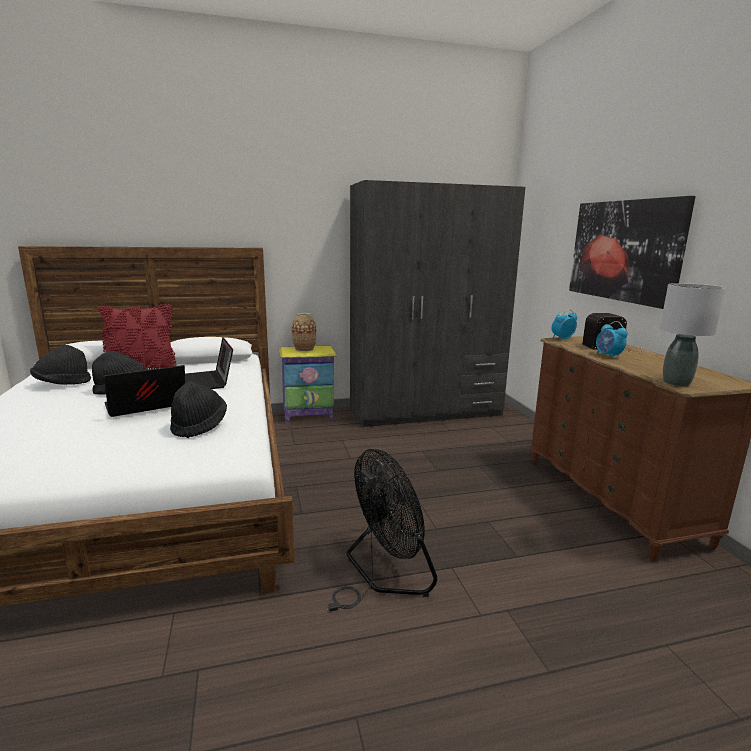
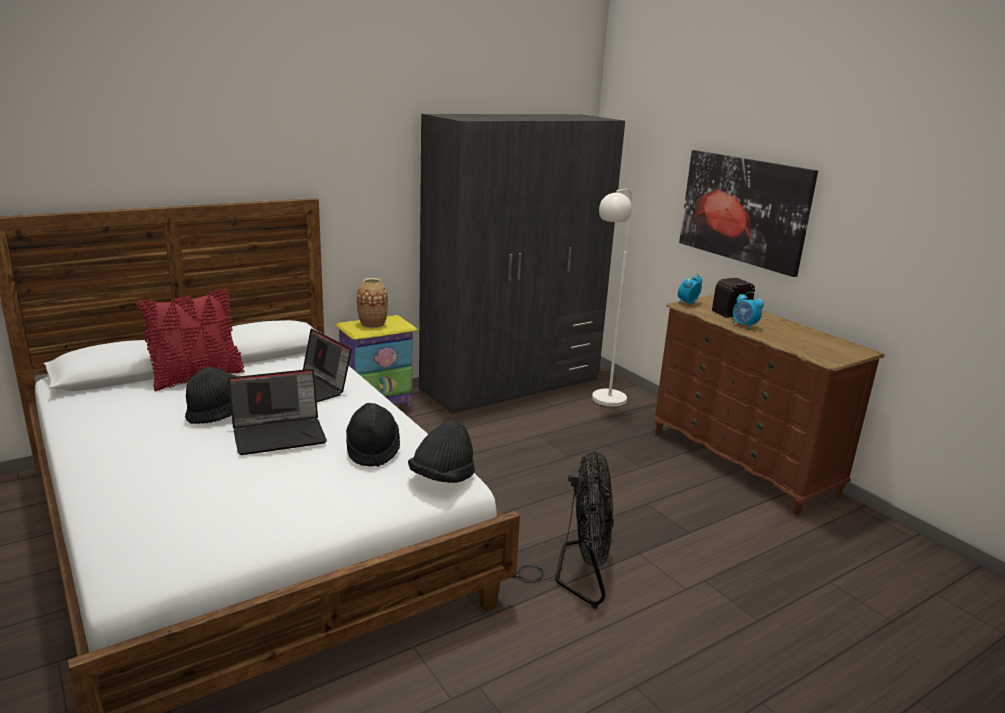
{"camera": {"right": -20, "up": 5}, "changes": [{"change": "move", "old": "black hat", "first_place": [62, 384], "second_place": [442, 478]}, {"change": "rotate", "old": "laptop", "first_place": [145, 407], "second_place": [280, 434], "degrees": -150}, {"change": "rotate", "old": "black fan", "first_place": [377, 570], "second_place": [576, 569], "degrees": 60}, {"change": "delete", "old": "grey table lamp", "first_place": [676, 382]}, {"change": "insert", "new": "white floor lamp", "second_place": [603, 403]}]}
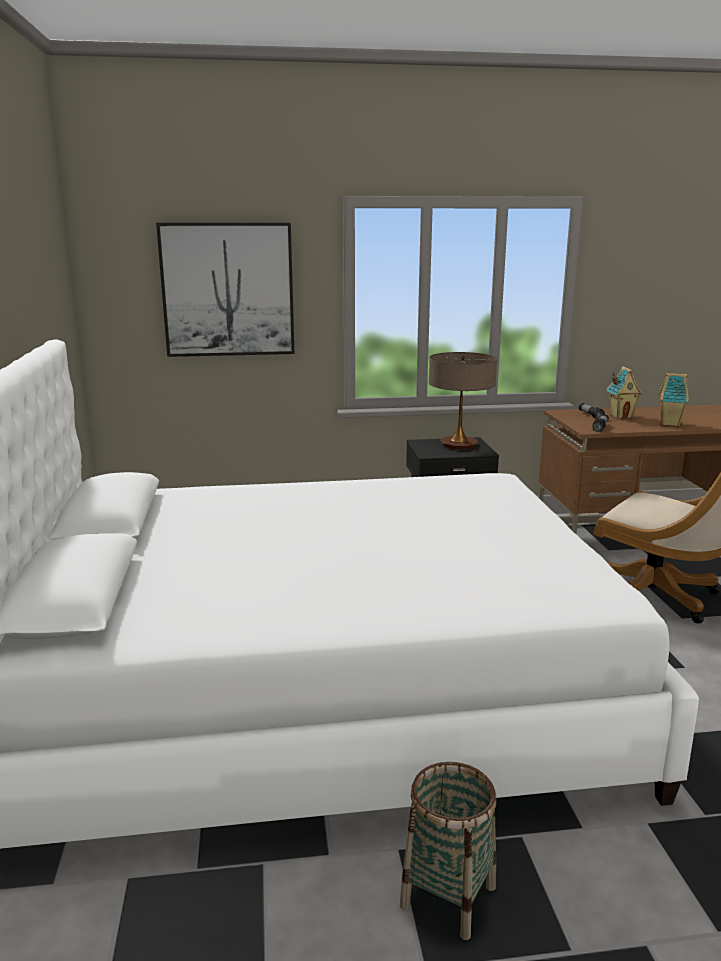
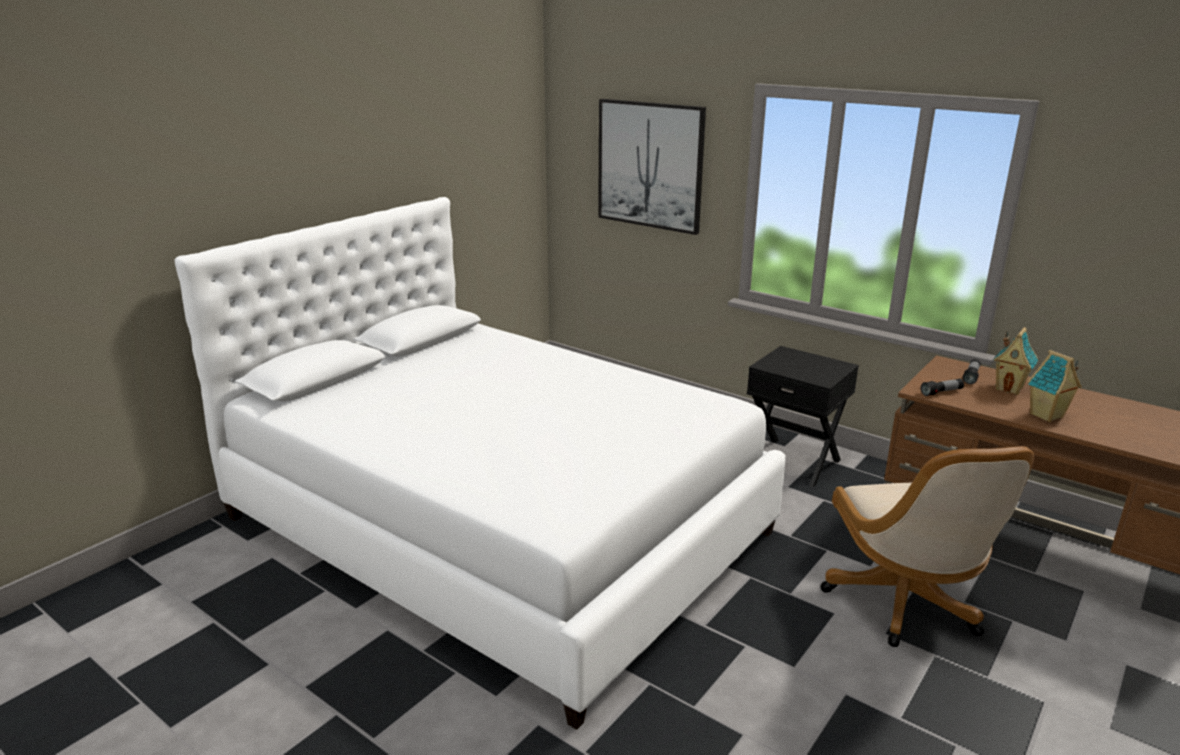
{"camera": {"right": 45, "up": 5}, "changes": [{"change": "delete", "old": "basket", "first_place": [448, 896]}, {"change": "delete", "old": "table lamp", "first_place": [459, 445]}]}
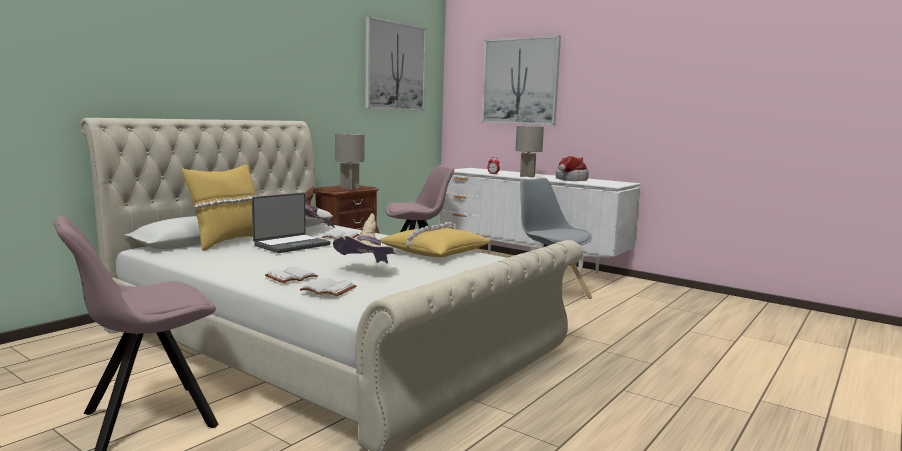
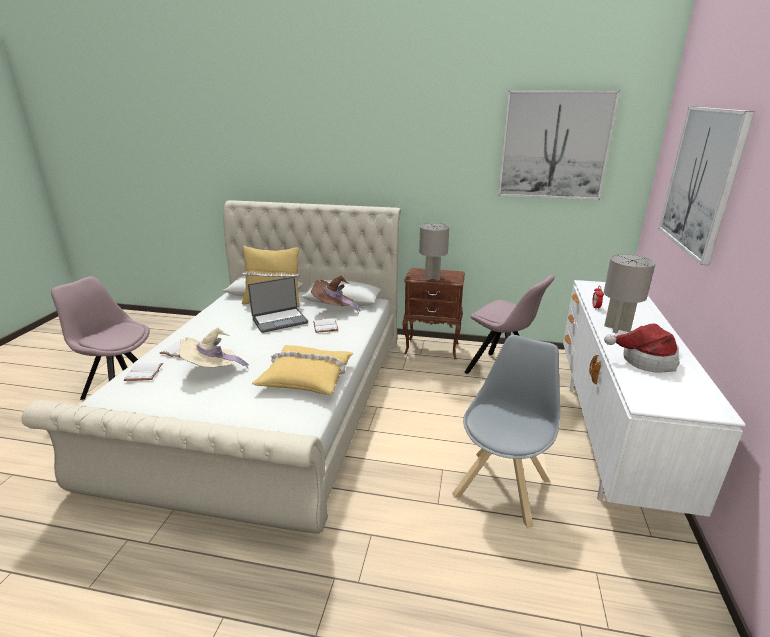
{"camera": {"right": 65, "up": 15}, "changes": [{"change": "rotate", "old": "laptop", "first_place": [291, 245], "second_place": [279, 320], "degrees": -45}]}
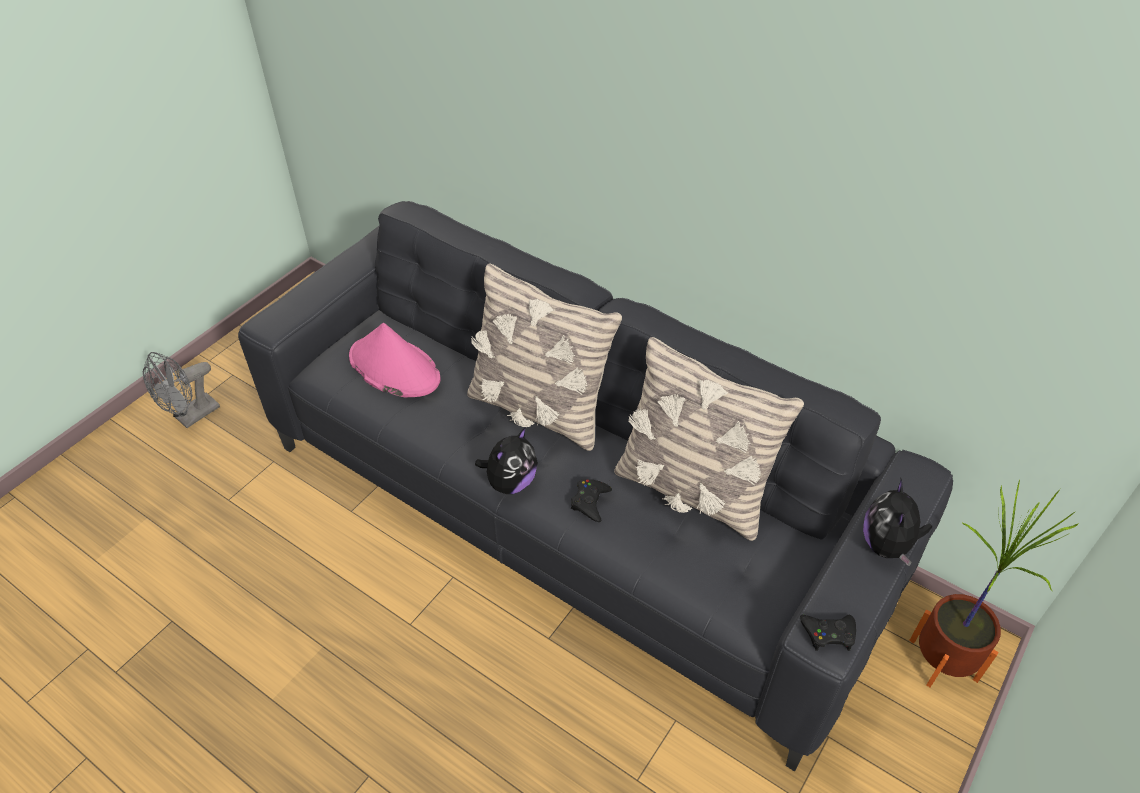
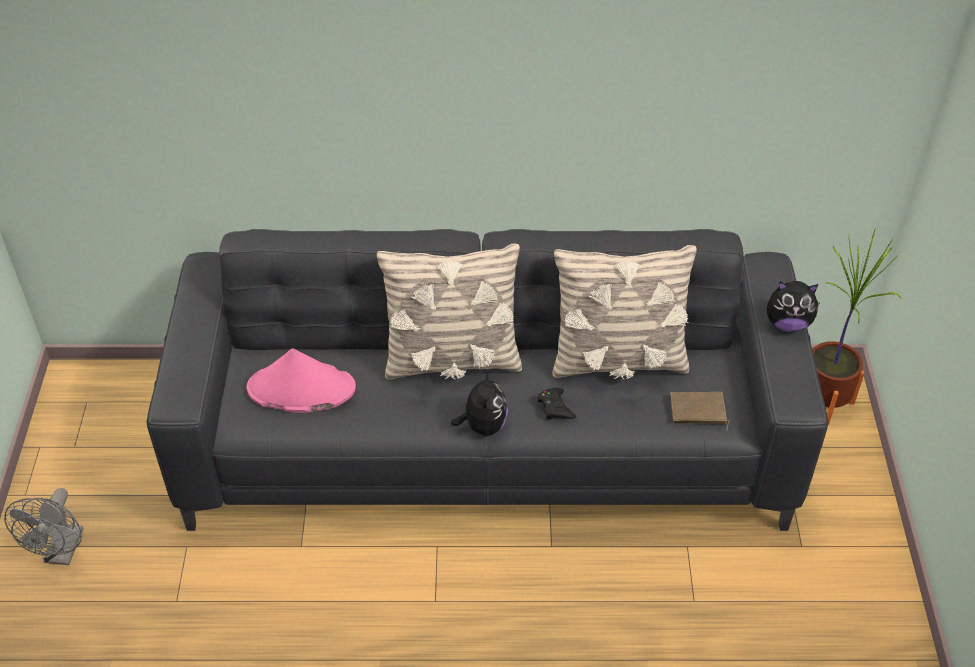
{"camera": {"right": -35, "up": 0}, "changes": [{"change": "delete", "old": "black game controller", "first_place": [828, 633]}, {"change": "rotate", "old": "plush toy", "first_place": [887, 545], "second_place": [787, 323], "degrees": -60}, {"change": "insert", "new": "brown book", "second_place": [697, 412]}]}
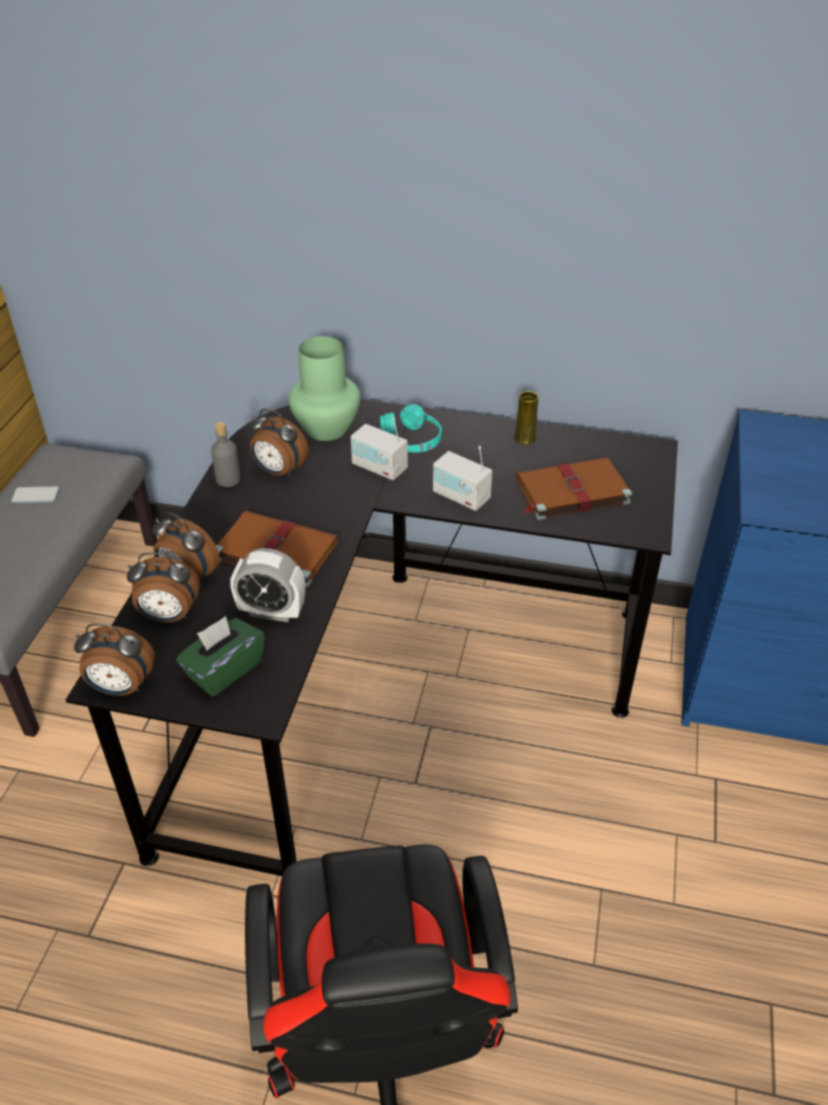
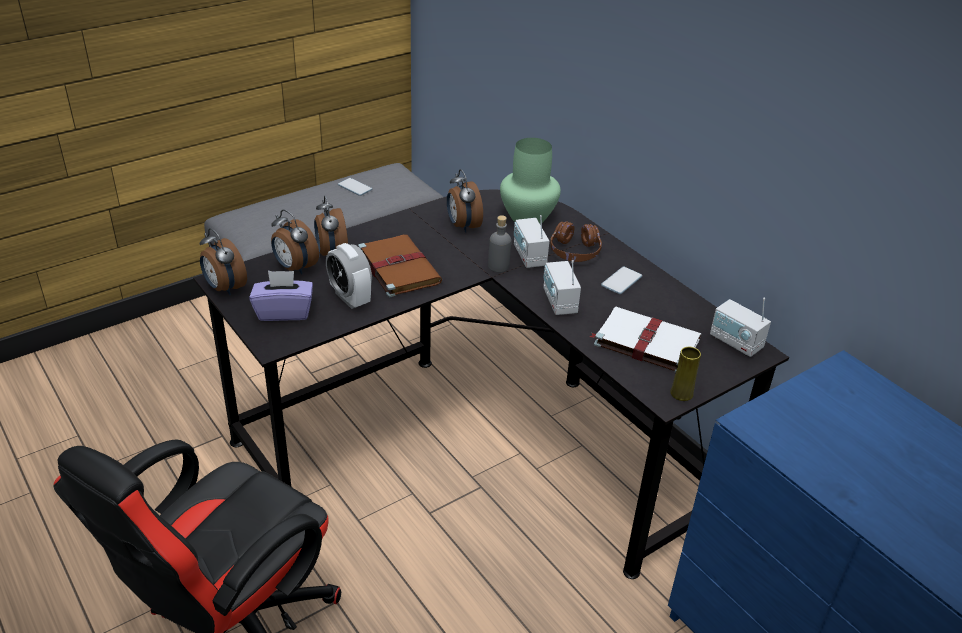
{"camera": {"right": 40, "up": -5}, "changes": [{"change": "recolor", "old": "green tissue box", "new": "purple tissue box", "first_place": [224, 670], "second_place": [284, 312]}, {"change": "move", "old": "grey bottle", "first_place": [228, 479], "second_place": [498, 266]}, {"change": "recolor", "old": "turquoise headphones", "new": "brown headphones", "first_place": [411, 440], "second_place": [574, 252]}, {"change": "move", "old": "yellow vase", "first_place": [524, 438], "second_place": [681, 393]}, {"change": "recolor", "old": "brown book", "new": "white book", "first_place": [570, 491], "second_place": [645, 342]}, {"change": "insert", "new": "phone", "second_place": [621, 281]}, {"change": "insert", "new": "radio", "second_place": [735, 343]}]}
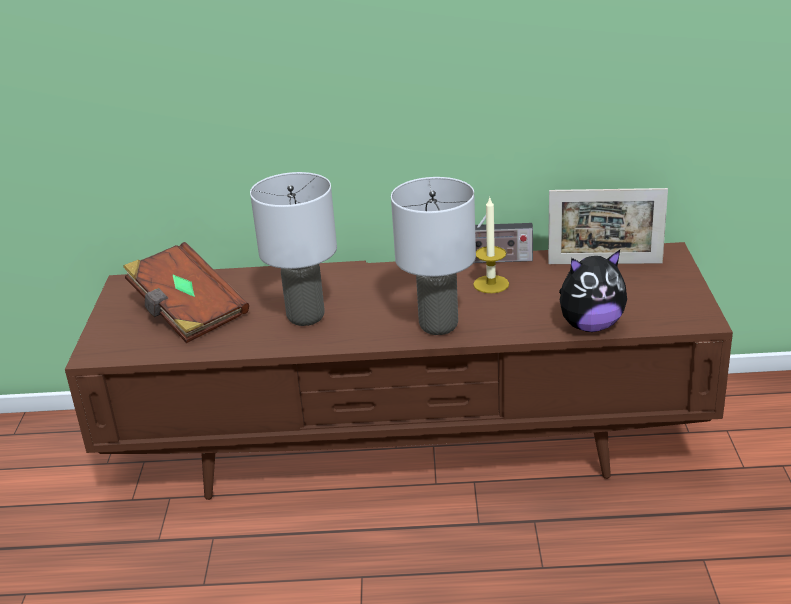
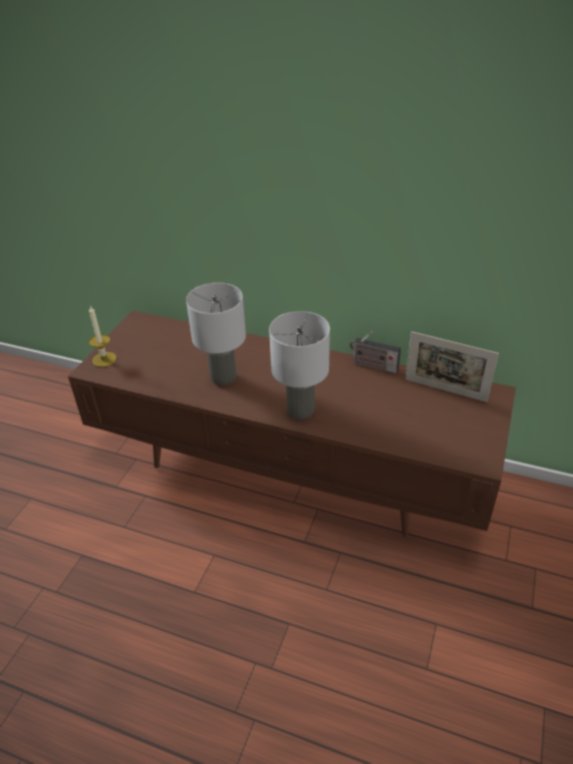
{"camera": {"right": 20, "up": 10}, "changes": [{"change": "delete", "old": "brown book", "first_place": [187, 312]}, {"change": "move", "old": "candle", "first_place": [491, 284], "second_place": [104, 359]}, {"change": "delete", "old": "plush toy", "first_place": [590, 326]}]}
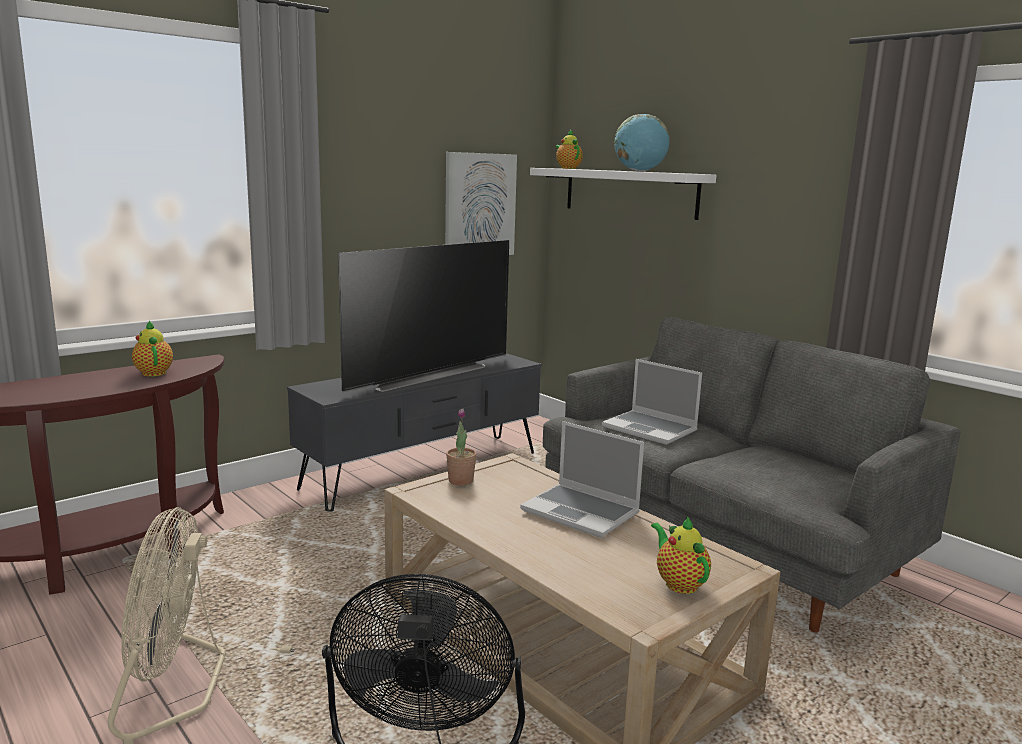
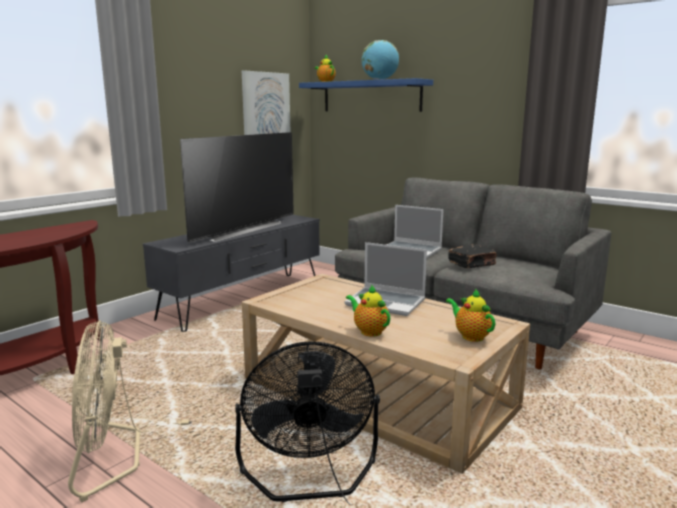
{"camera": {"right": -10, "up": 0}, "changes": [{"change": "move", "old": "teapot", "first_place": [153, 372], "second_place": [369, 331]}, {"change": "delete", "old": "potted plant", "first_place": [461, 481]}, {"change": "recolor", "old": "white shelf", "new": "blue shelf", "first_place": [629, 192], "second_place": [371, 96]}, {"change": "insert", "new": "black book", "second_place": [472, 264]}]}
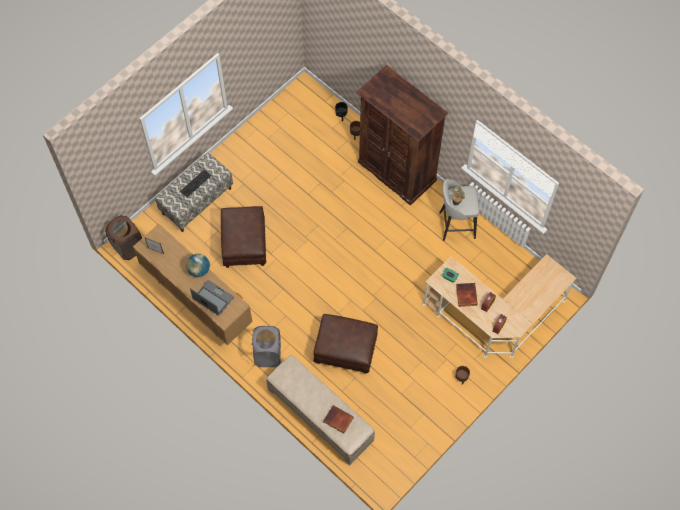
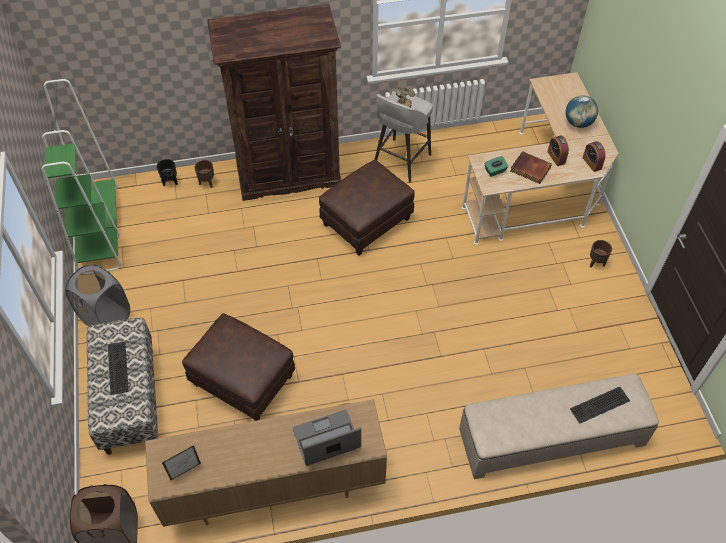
{"camera": {"right": -55, "up": -10}, "changes": [{"change": "move", "old": "globe", "first_place": [199, 270], "second_place": [578, 123]}, {"change": "move", "old": "grey laundry basket", "first_place": [268, 354], "second_place": [106, 317]}, {"change": "move", "old": "brown ottoman", "first_place": [345, 350], "second_place": [366, 222]}, {"change": "replace", "old": "book", "new": "keyboard", "first_place": [337, 420], "second_place": [600, 406]}, {"change": "insert", "new": "green clothes rack", "second_place": [100, 231]}]}
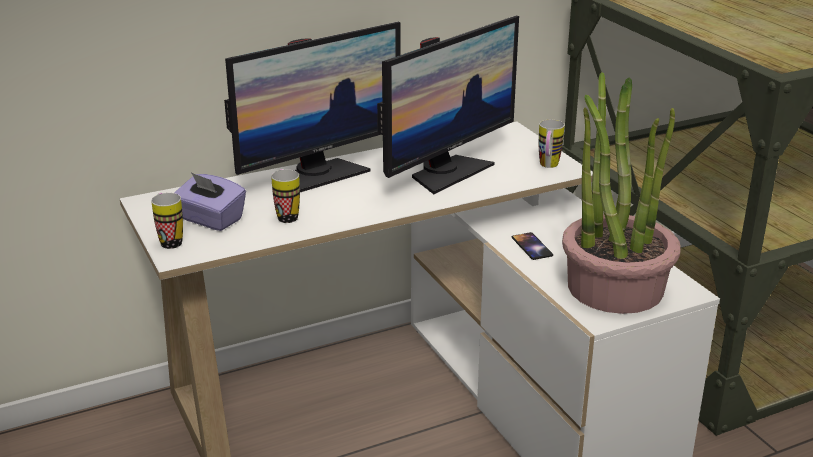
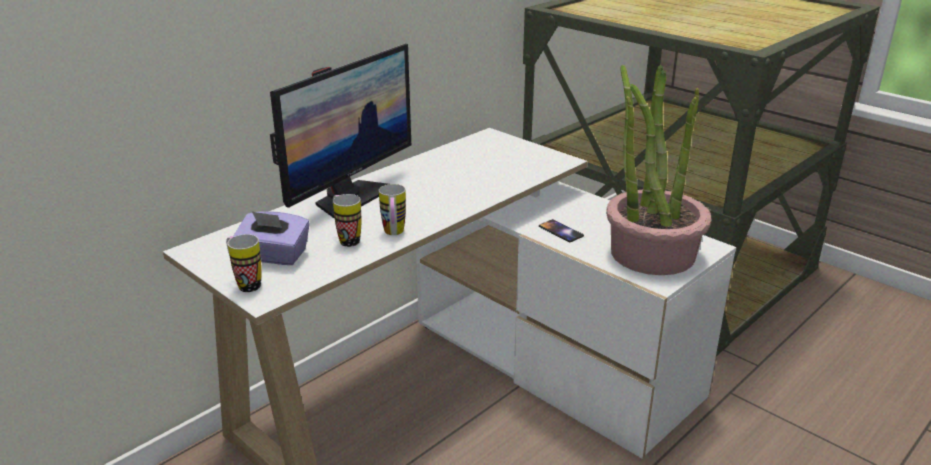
{"camera": {"right": -20, "up": 0}, "changes": [{"change": "delete", "old": "monitor", "first_place": [446, 172]}, {"change": "move", "old": "mug", "first_place": [548, 166], "second_place": [394, 234]}]}
